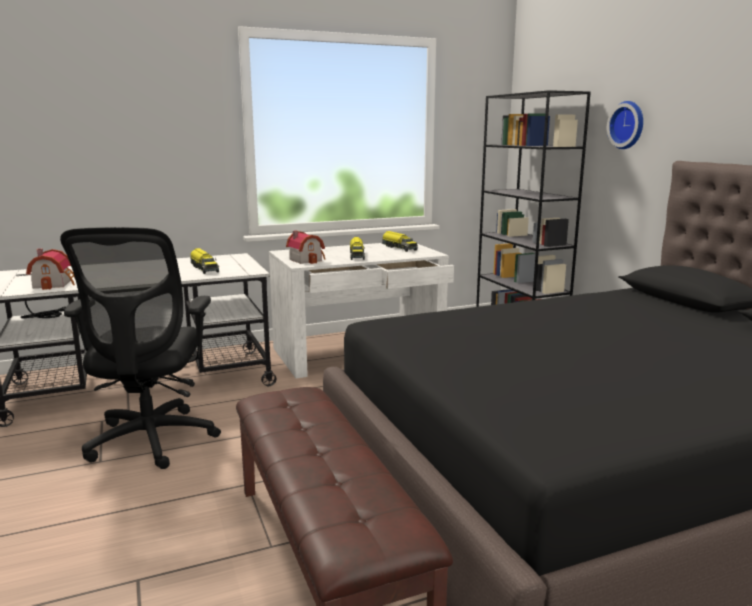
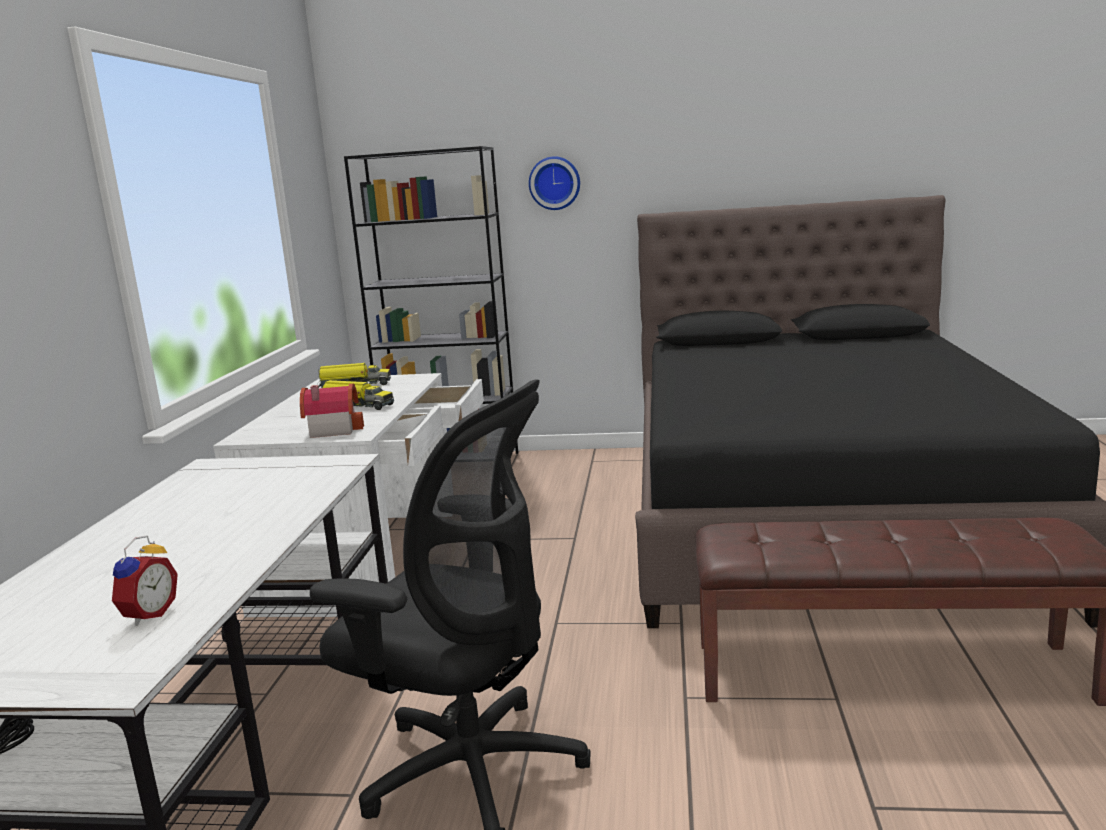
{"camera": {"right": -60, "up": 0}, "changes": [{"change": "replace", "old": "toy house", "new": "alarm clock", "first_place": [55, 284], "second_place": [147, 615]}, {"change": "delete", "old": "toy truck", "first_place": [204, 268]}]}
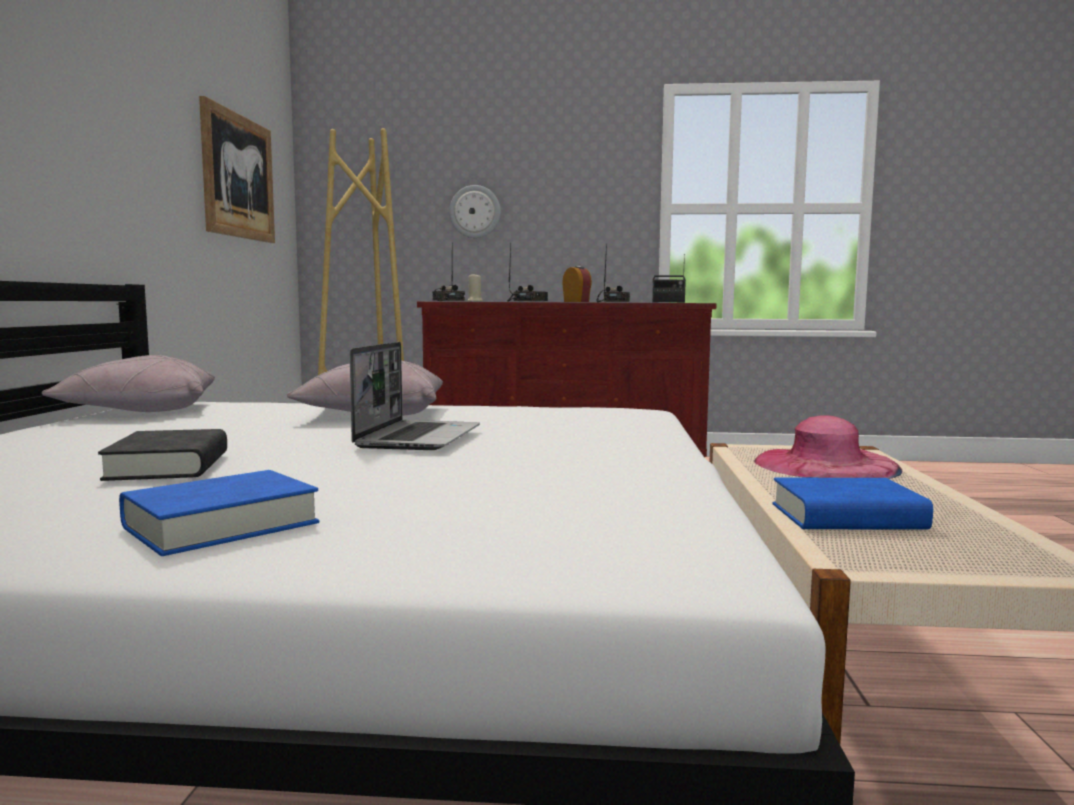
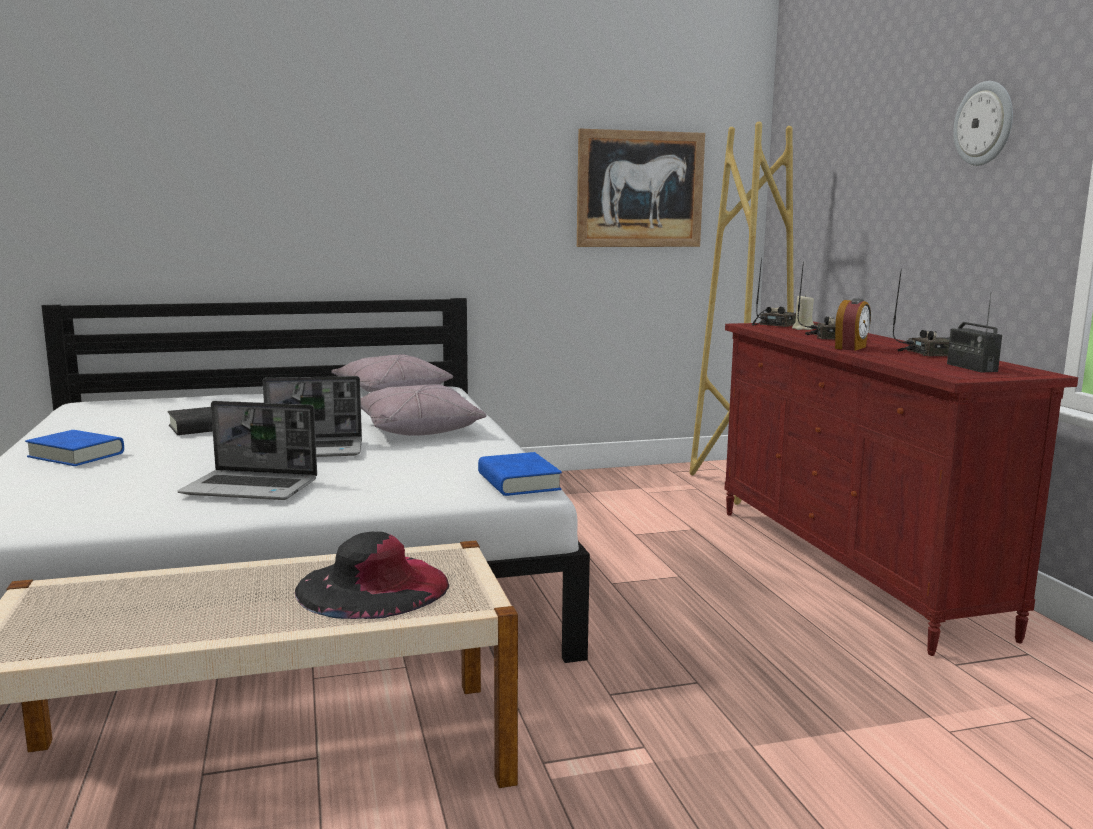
{"camera": {"right": 70, "up": 5}, "changes": [{"change": "move", "old": "wall clock", "first_place": [475, 212], "second_place": [984, 123]}, {"change": "recolor", "old": "pink hat", "new": "black hat", "first_place": [825, 465], "second_place": [372, 586]}, {"change": "move", "old": "blue book", "first_place": [847, 517], "second_place": [518, 482]}, {"change": "insert", "new": "laptop", "second_place": [252, 488]}]}
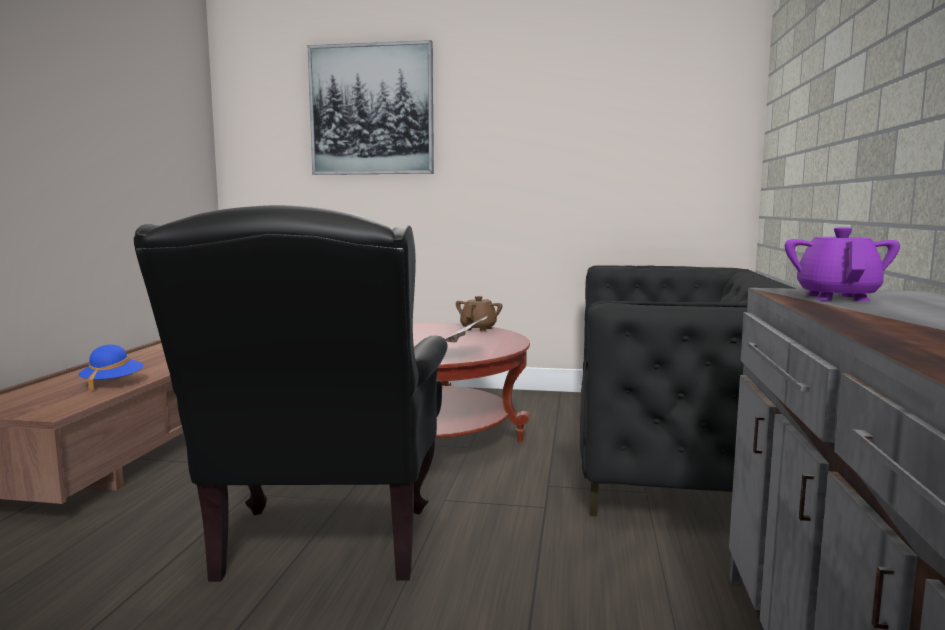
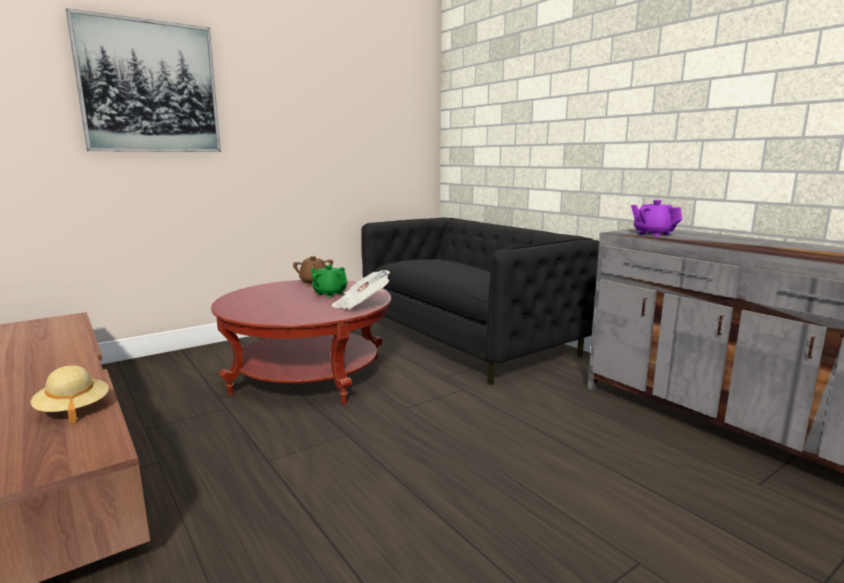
{"camera": {"right": -45, "up": 5}, "changes": [{"change": "recolor", "old": "blue hat", "new": "beige hat", "first_place": [112, 383], "second_place": [73, 410]}, {"change": "delete", "old": "black armchair", "first_place": [319, 555]}, {"change": "insert", "new": "green teapot", "second_place": [329, 293]}]}
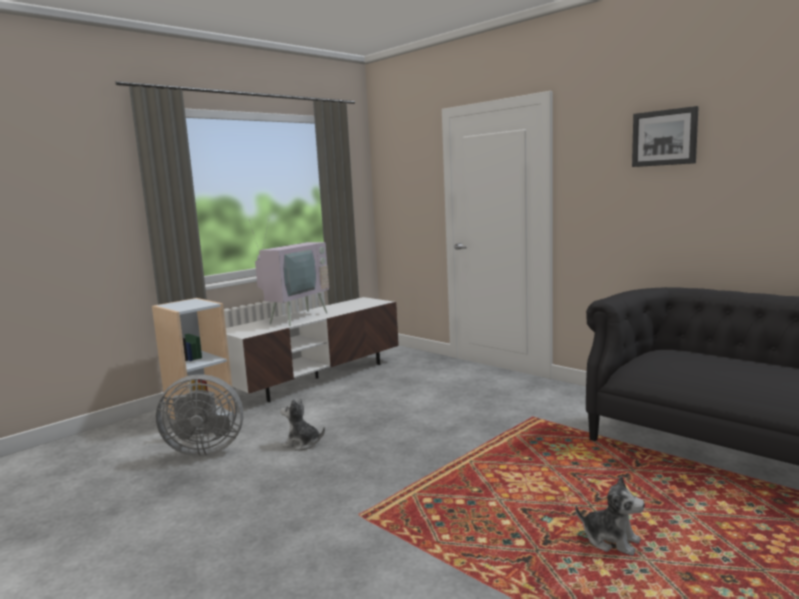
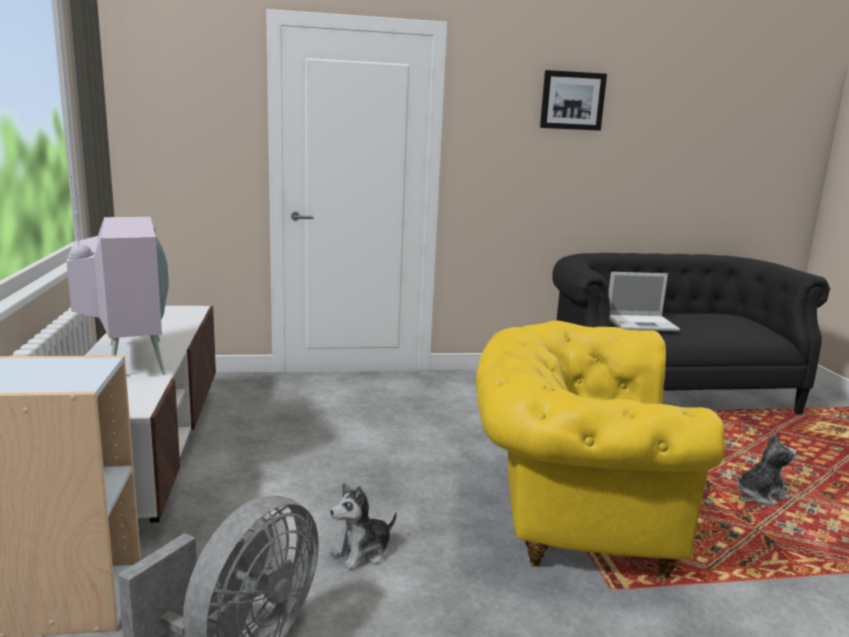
{"camera": {"right": -55, "up": 5}, "changes": [{"change": "insert", "new": "yellow armchair", "second_place": [569, 514]}, {"change": "insert", "new": "laptop", "second_place": [642, 323]}]}
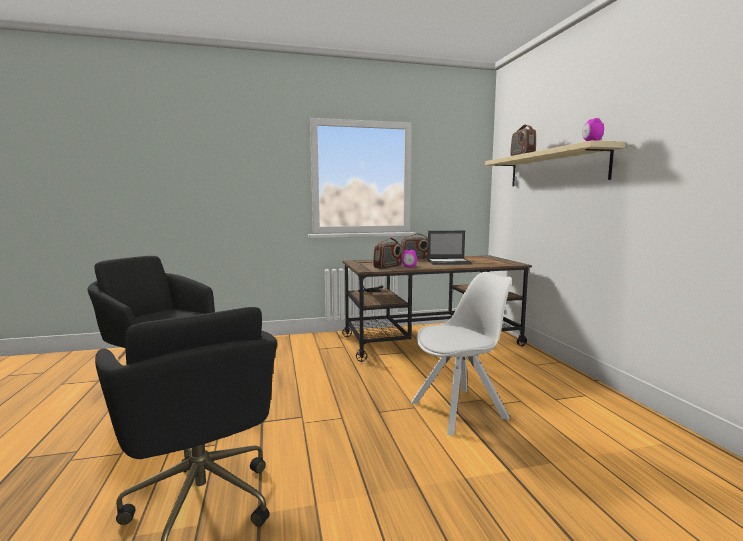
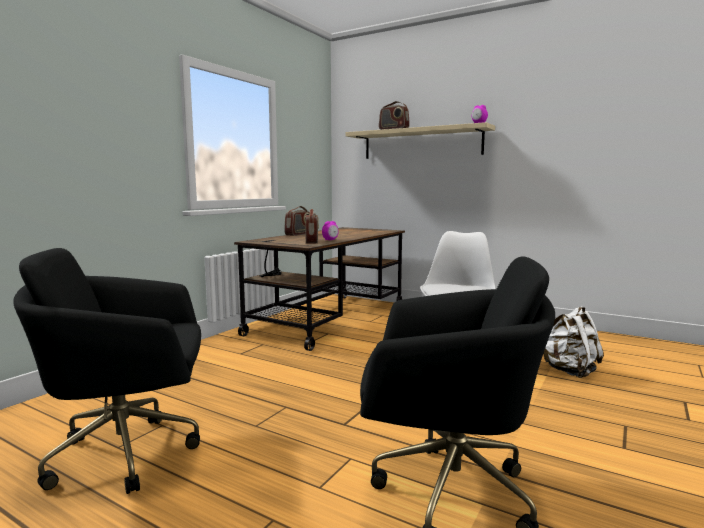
{"camera": {"right": -45, "up": 0}, "changes": [{"change": "delete", "old": "laptop", "first_place": [449, 262]}, {"change": "insert", "new": "white backpack", "second_place": [569, 371]}]}
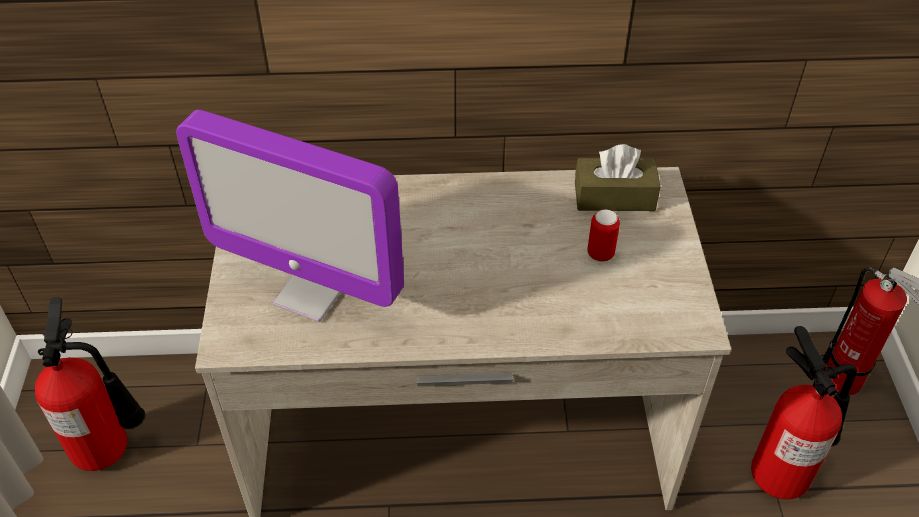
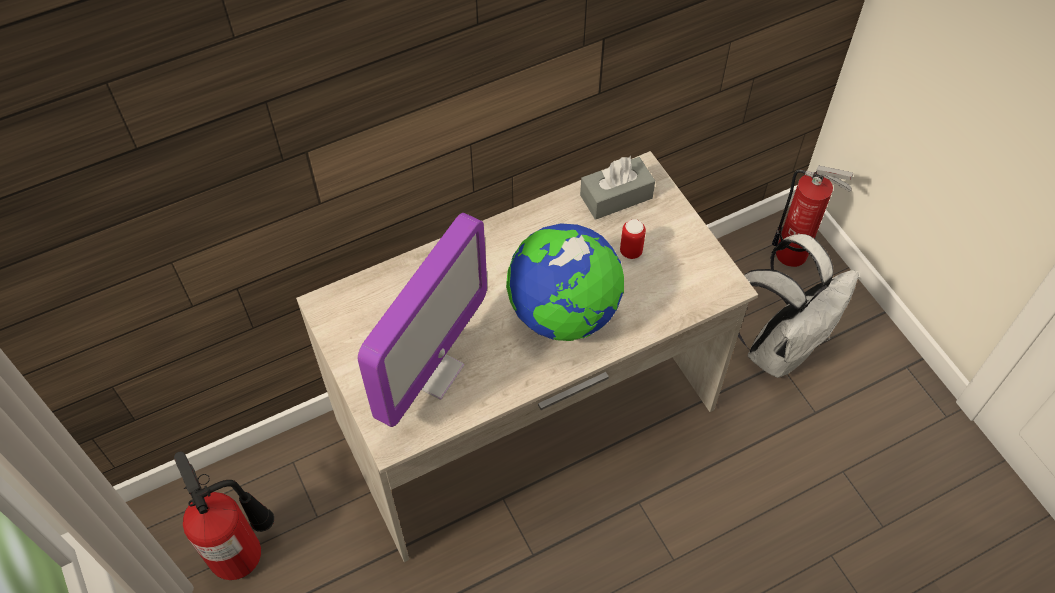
{"camera": {"right": -25, "up": 10}, "changes": [{"change": "rotate", "old": "monitor", "first_place": [311, 292], "second_place": [431, 371], "degrees": -60}, {"change": "recolor", "old": "brown tissue box", "new": "grey tissue box", "first_place": [614, 197], "second_place": [616, 196]}, {"change": "replace", "old": "fire extinguisher", "new": "white backpack", "first_place": [784, 472], "second_place": [779, 346]}, {"change": "insert", "new": "globe", "second_place": [563, 313]}]}
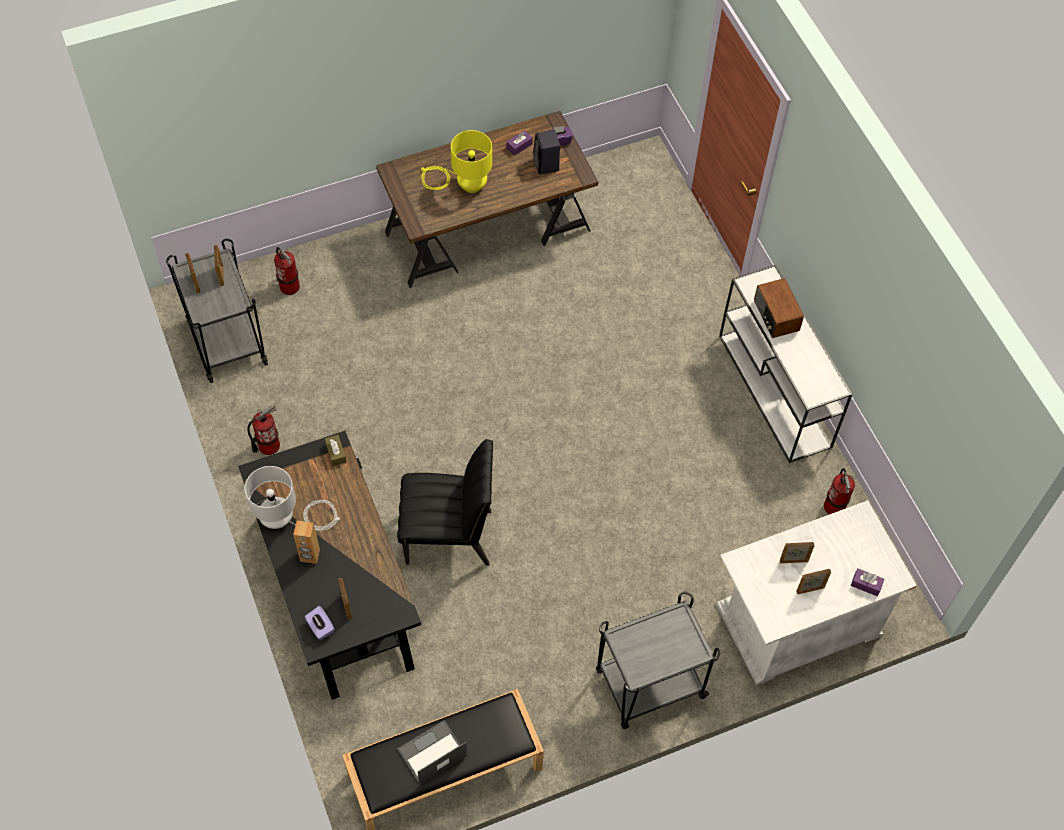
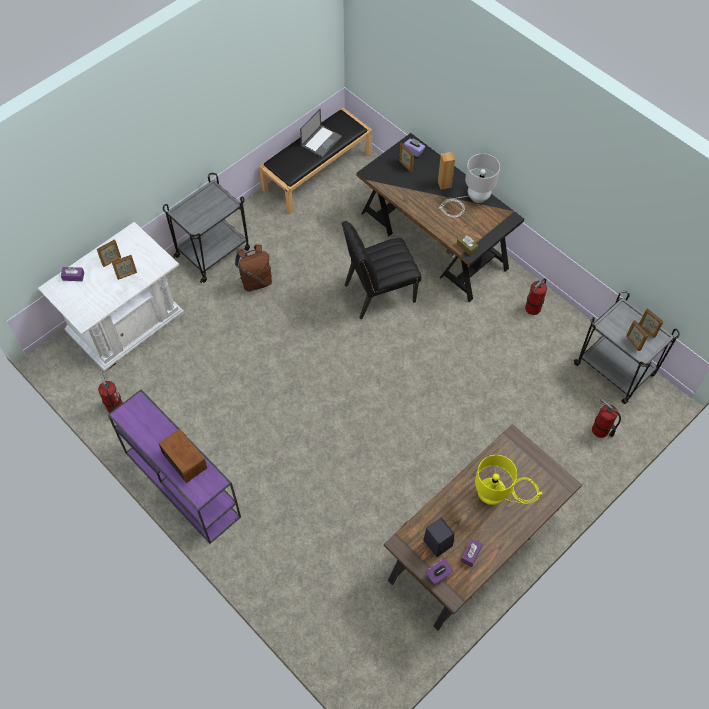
{"camera": {"right": 160, "up": 0}, "changes": [{"change": "recolor", "old": "white console table", "new": "purple console table", "first_place": [775, 392], "second_place": [181, 483]}, {"change": "insert", "new": "brown backpack", "second_place": [256, 281]}]}
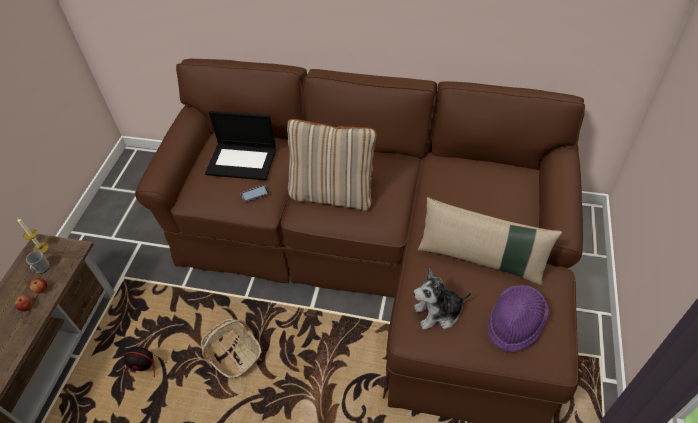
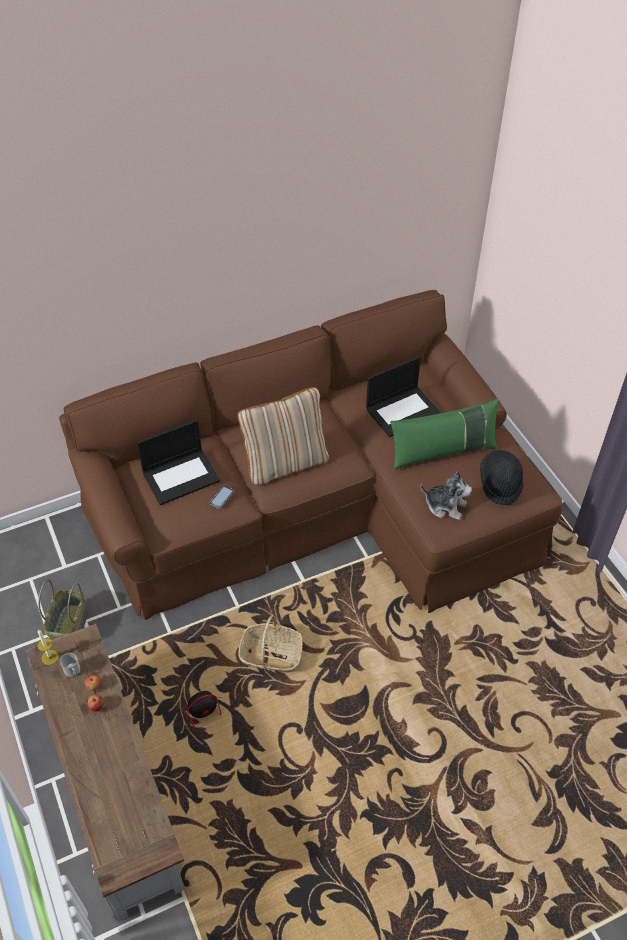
{"camera": {"right": -40, "up": 0}, "changes": [{"change": "rotate", "old": "plush toy", "first_place": [438, 312], "second_place": [445, 505], "degrees": -105}, {"change": "recolor", "old": "beige pillow", "new": "green pillow", "first_place": [481, 259], "second_place": [442, 452]}, {"change": "recolor", "old": "purple hat", "new": "black hat", "first_place": [514, 324], "second_place": [500, 484]}, {"change": "insert", "new": "basket", "second_place": [70, 628]}, {"change": "insert", "new": "laptop", "second_place": [403, 410]}]}
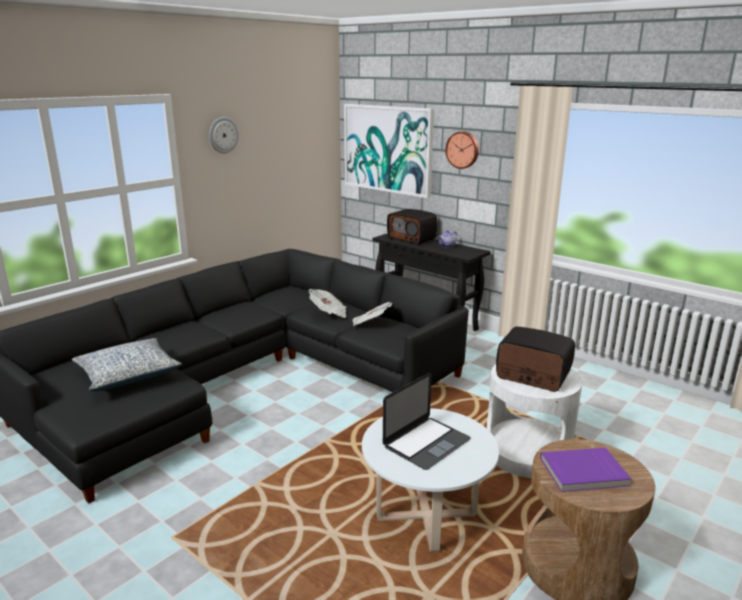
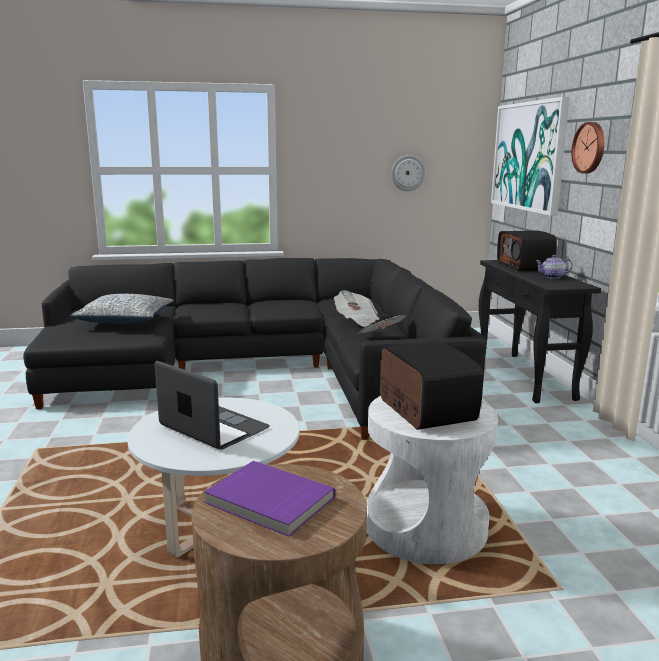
{"camera": {"right": 40, "up": -5}, "changes": [{"change": "move", "old": "wall clock", "first_place": [223, 135], "second_place": [408, 173]}, {"change": "rotate", "old": "laptop", "first_place": [426, 442], "second_place": [213, 427], "degrees": -135}]}
